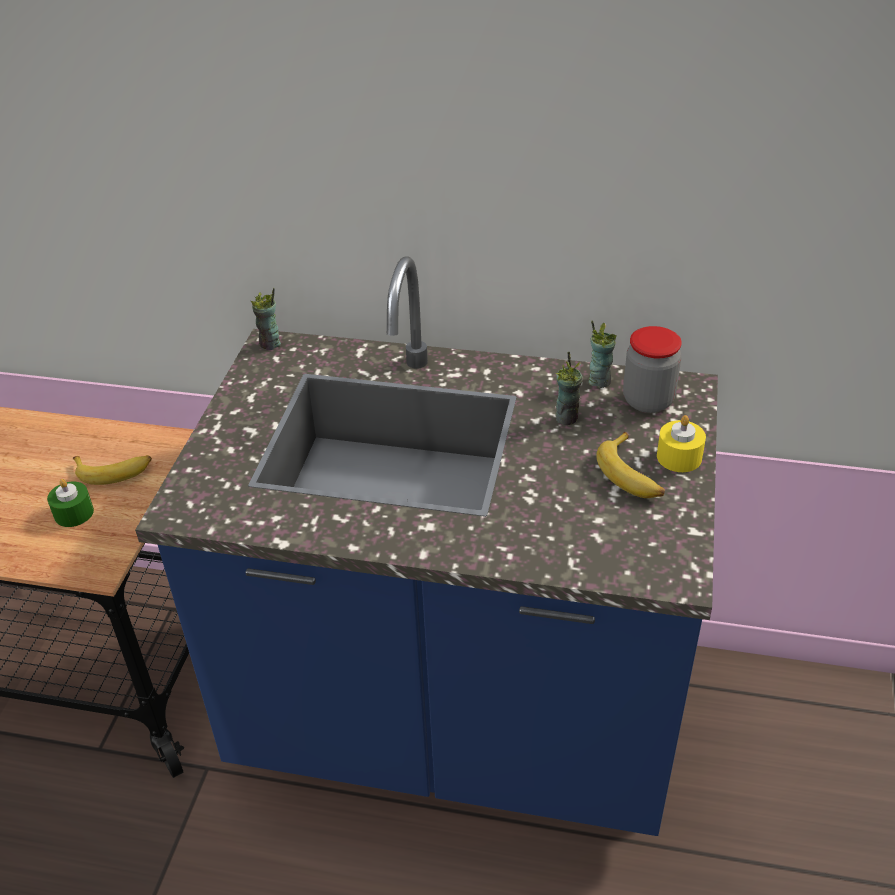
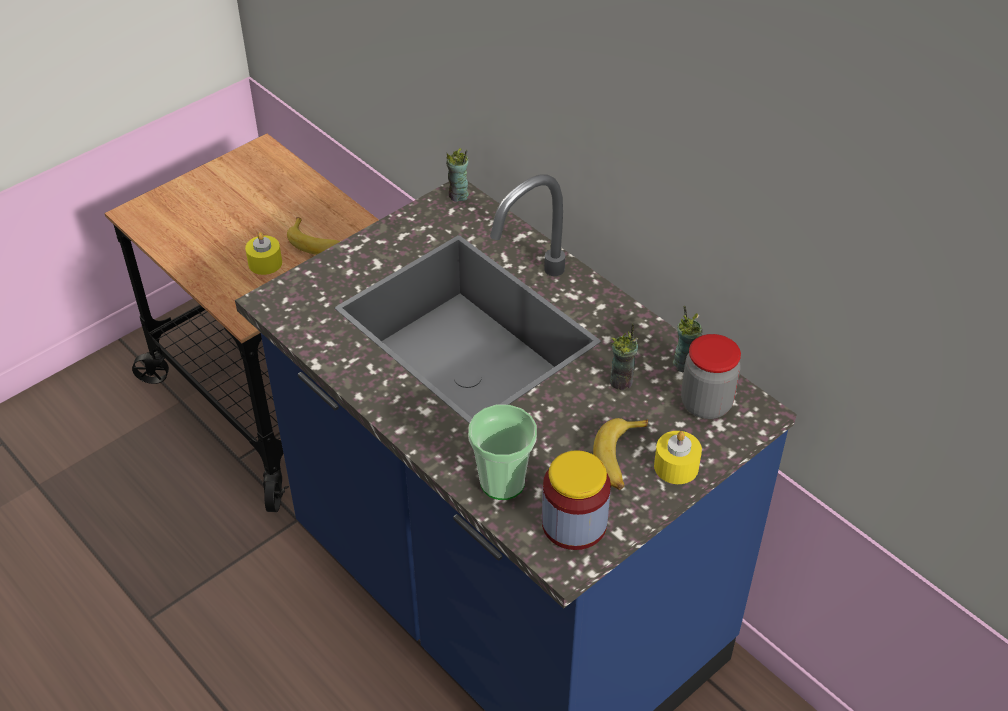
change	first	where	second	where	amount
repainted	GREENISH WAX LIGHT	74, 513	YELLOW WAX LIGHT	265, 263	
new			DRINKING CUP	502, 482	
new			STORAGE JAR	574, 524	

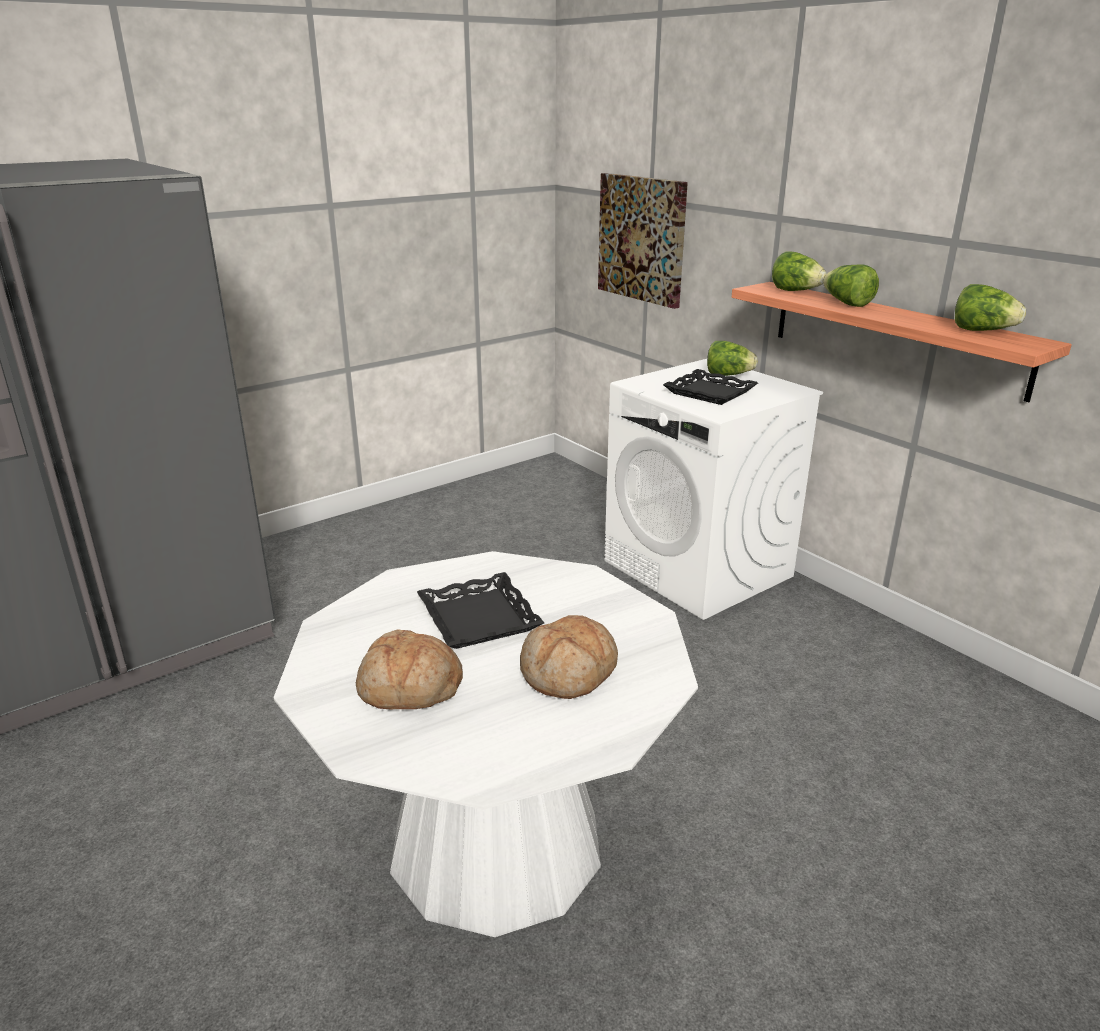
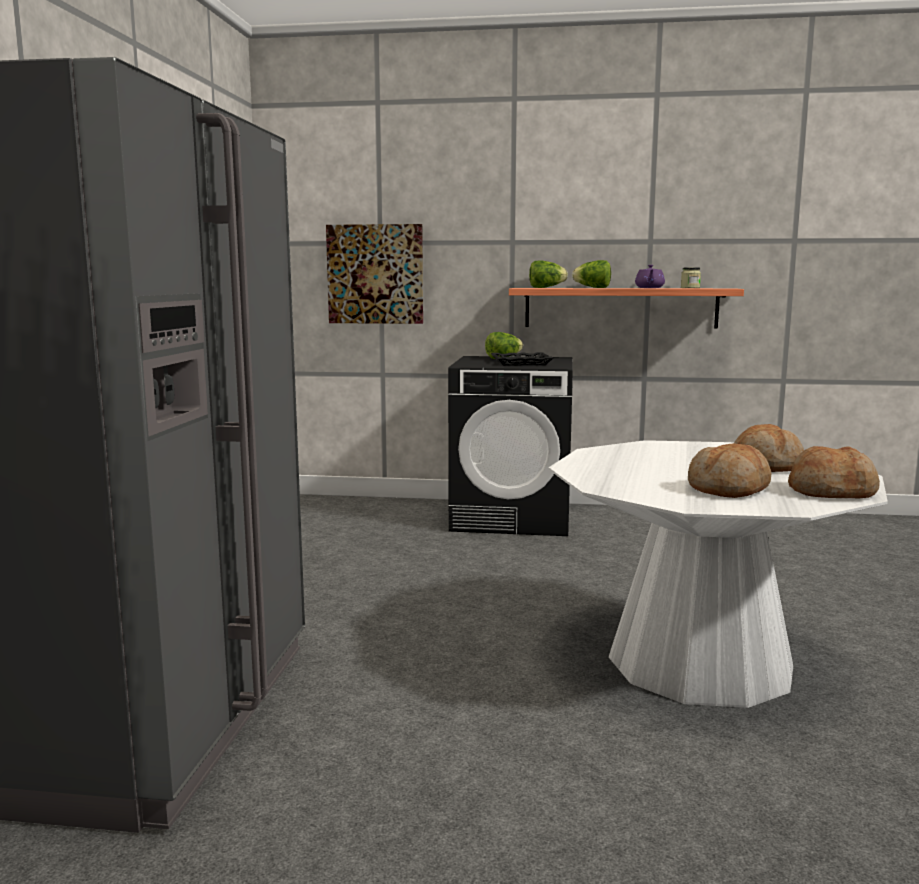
change	first	where	second	where	amount
swapped	LETTUCE HEAD	982, 331	STORAGE JAR	690, 288	
repainted	WHITISH LAUNDRY MACHINE	698, 569	BLACKISH LAUNDRY MACHINE	512, 518	
gone	BLACKISH TRAY	480, 618			
new			PURPLE-COLOURED TEAPOT	649, 288	
new			BAKERY BREAD	832, 492	

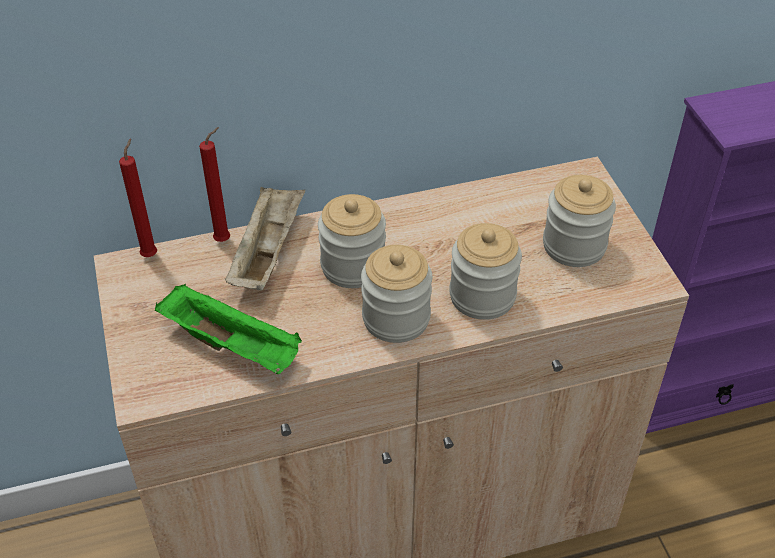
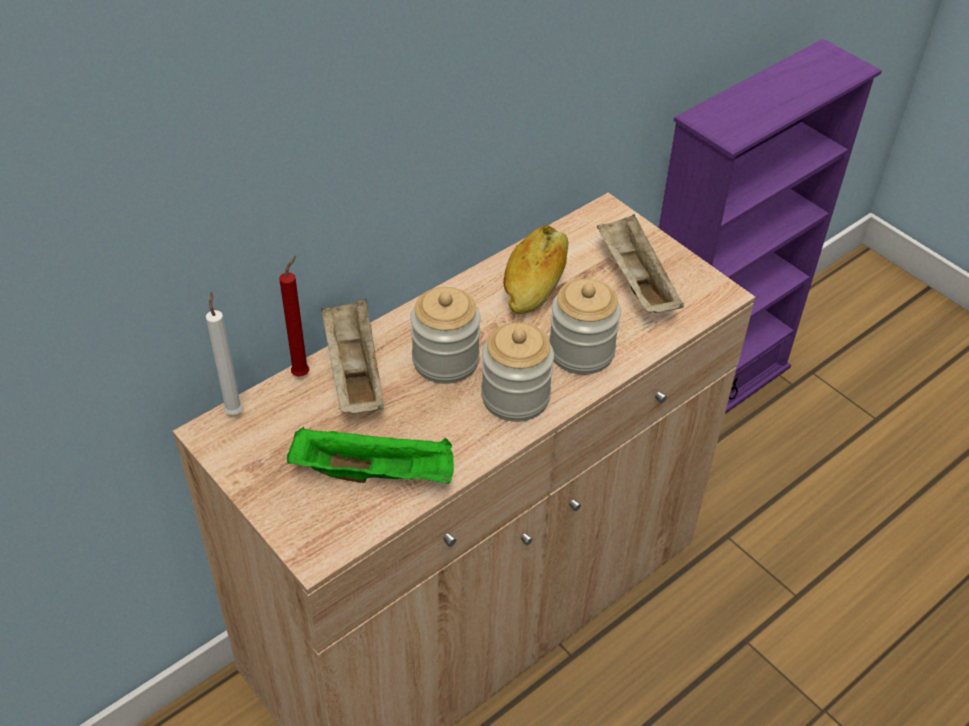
change	first	where	second	where	amount
repainted	RED WAX LIGHT	151, 254	WHITISH WAX LIGHT	234, 410	
swapped	STORAGE JAR	574, 245	SAND-COLOURED TRAY	635, 281	
new			BAKERY BREAD	535, 282	

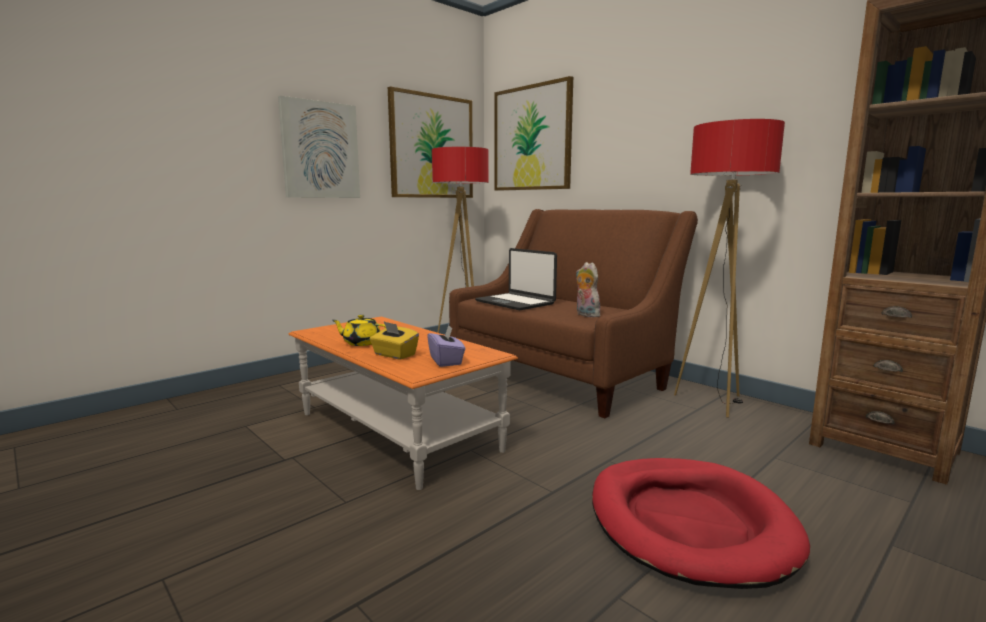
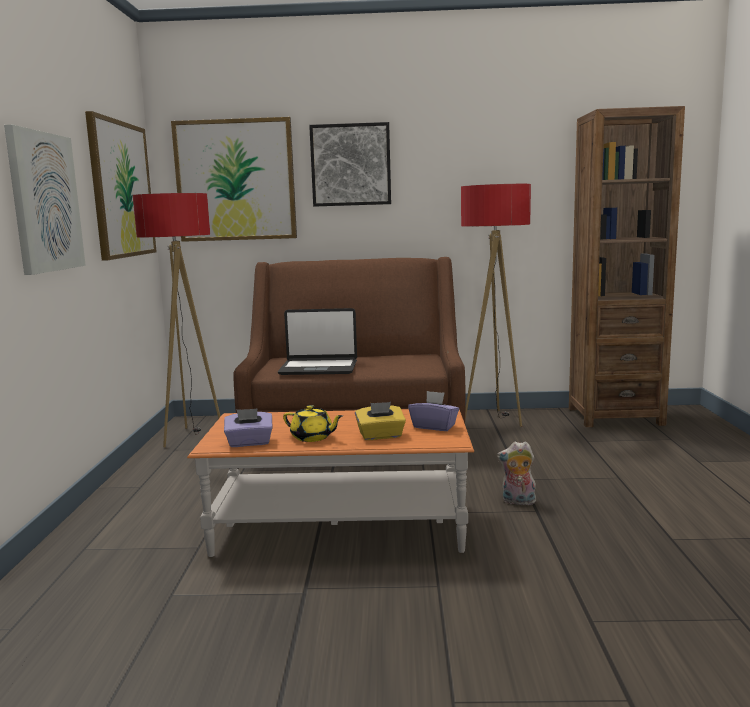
change	first	where	second	where	amount
shifted	PLUSH TOY	585, 315		517, 502	
rotated	YELLOW TEAPOT	361, 343		312, 437	120 degrees counterclockwise
gone	RED DOG BED	689, 523			
new			WALL ART	351, 165	
new			PURPLE-COLOURED TISSUE HOLDER	249, 443	

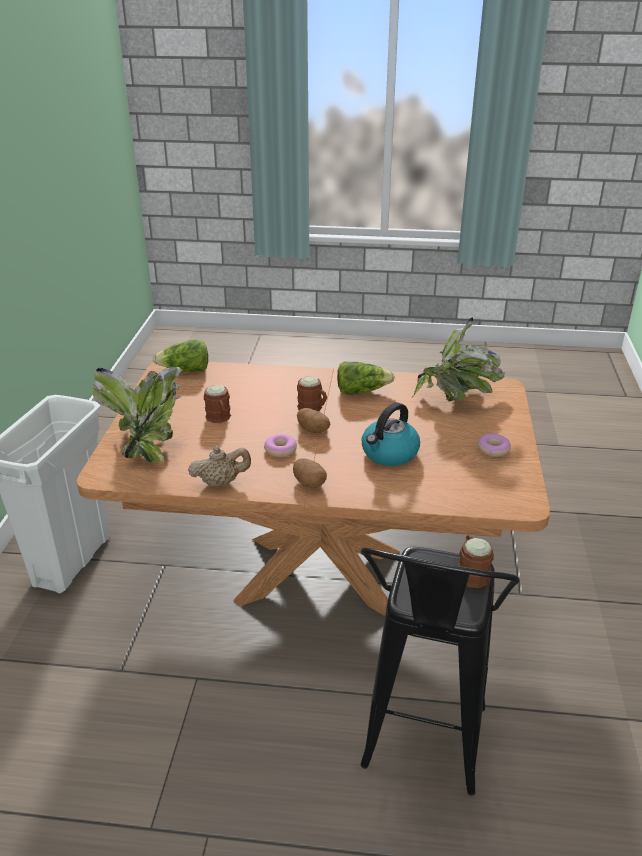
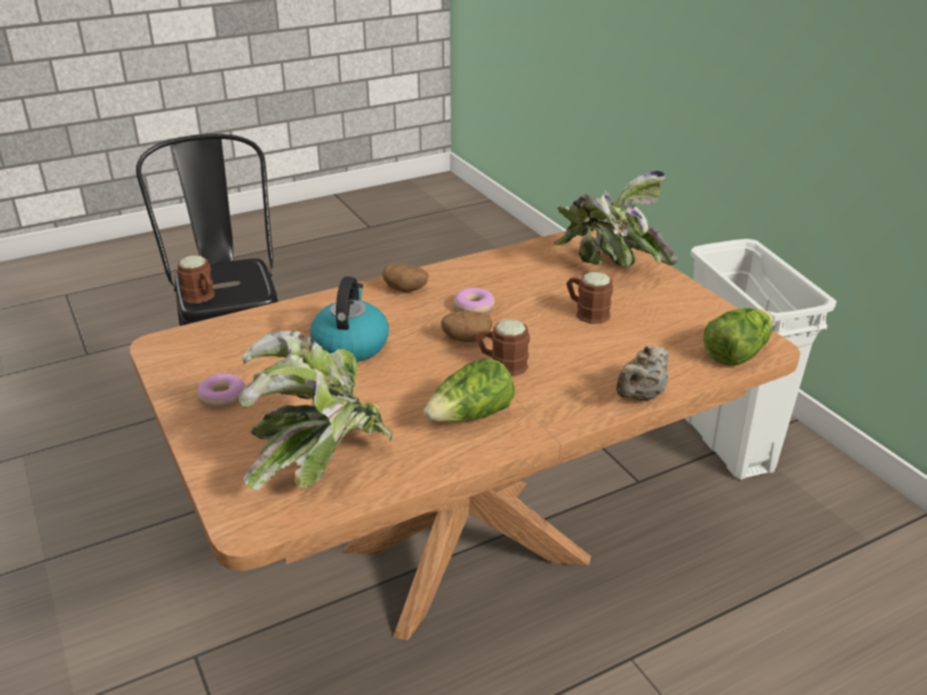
change	first	where	second	where	amount
shifted	SAND-COLOURED TEAPOT	221, 483		640, 396	

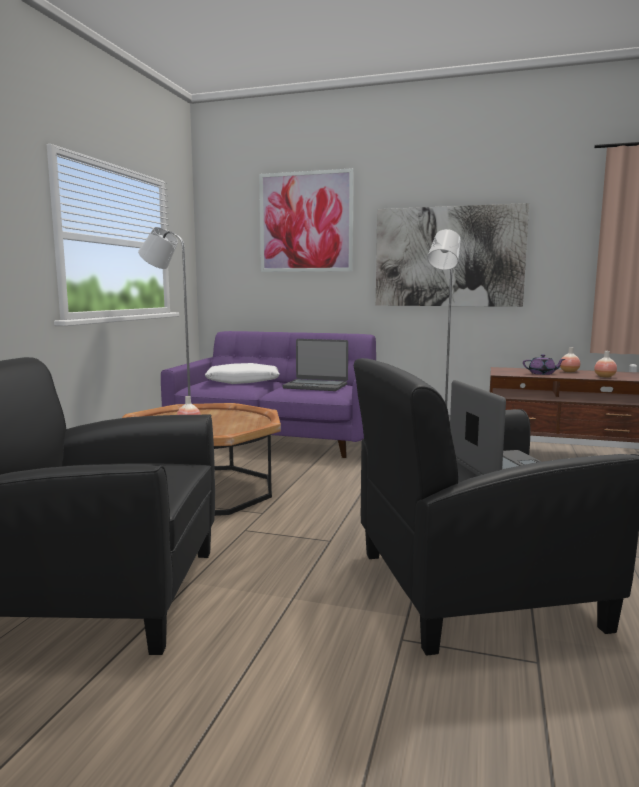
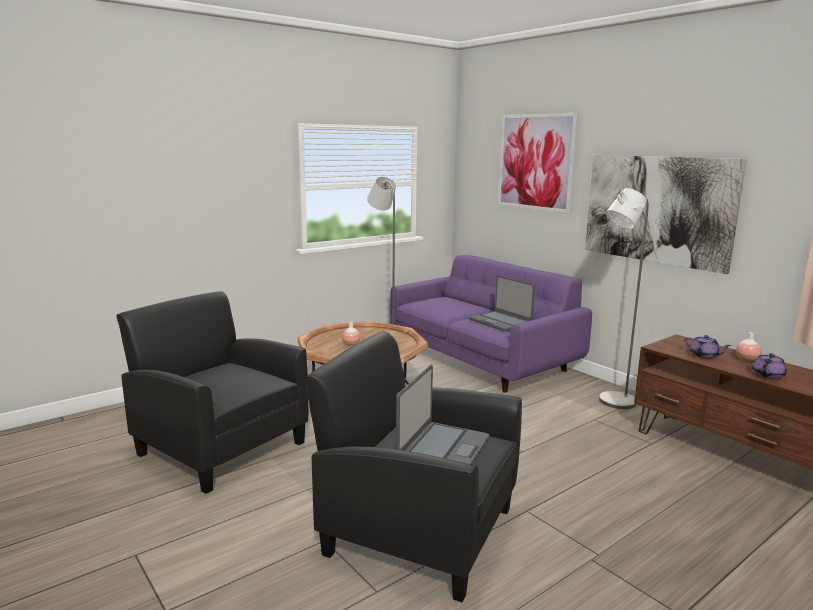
change	first	where	second	where	amount
swapped	FLOWER VASE	604, 377	PURPLE-COLOURED TEAPOT	767, 376	
gone	WHITISH PILLOW	243, 382			

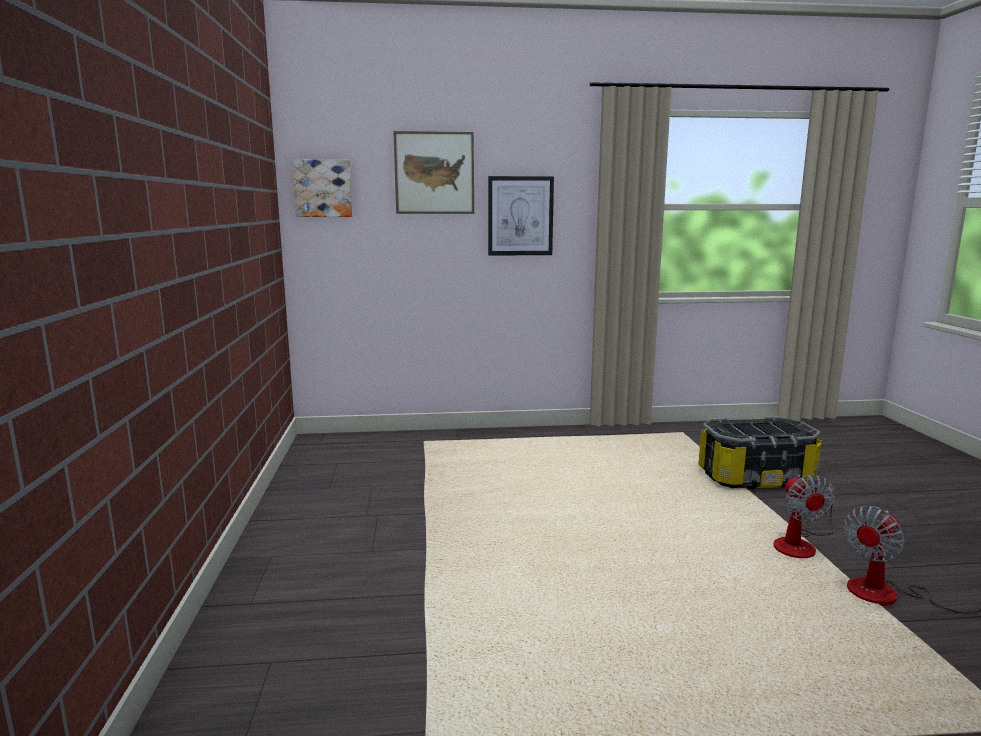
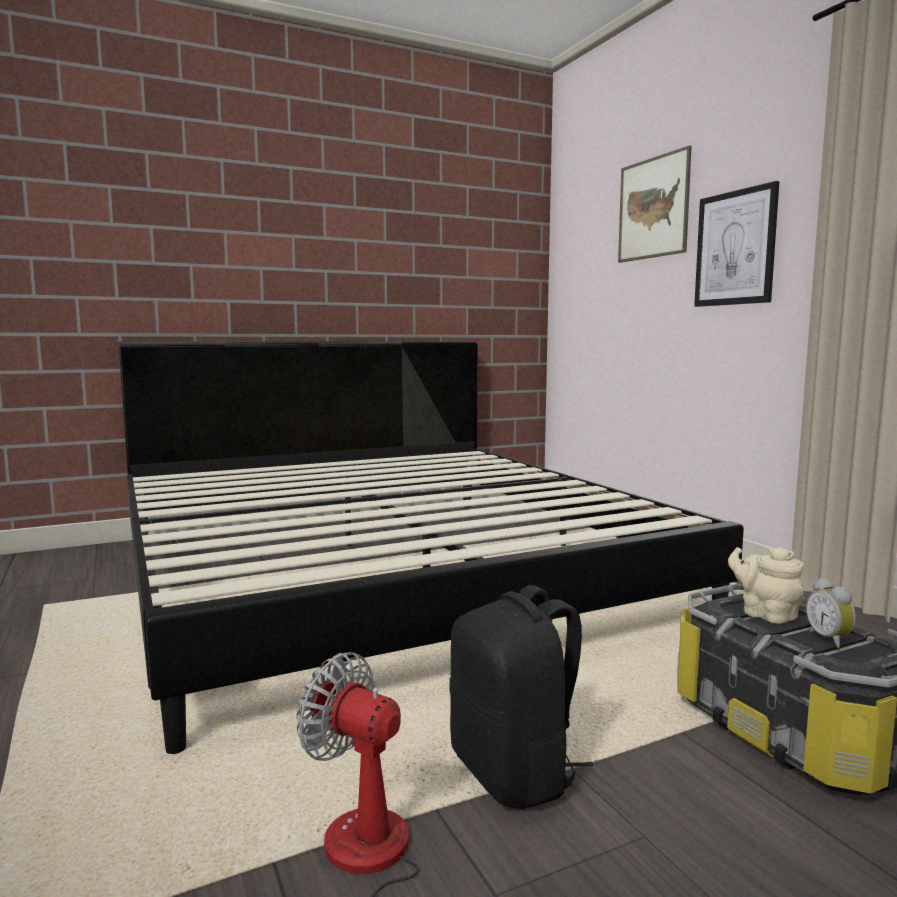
change	first	where	second	where	amount
gone	WALL ART	323, 188			
swapped	COOLING FAN	800, 544	BLACKISH RUCKSACK	515, 773	
new			SLEEPING BED	383, 576	
new			SAND-COLOURED TEAPOT	765, 614	
new			BEDSIDE CLOCK	830, 639	

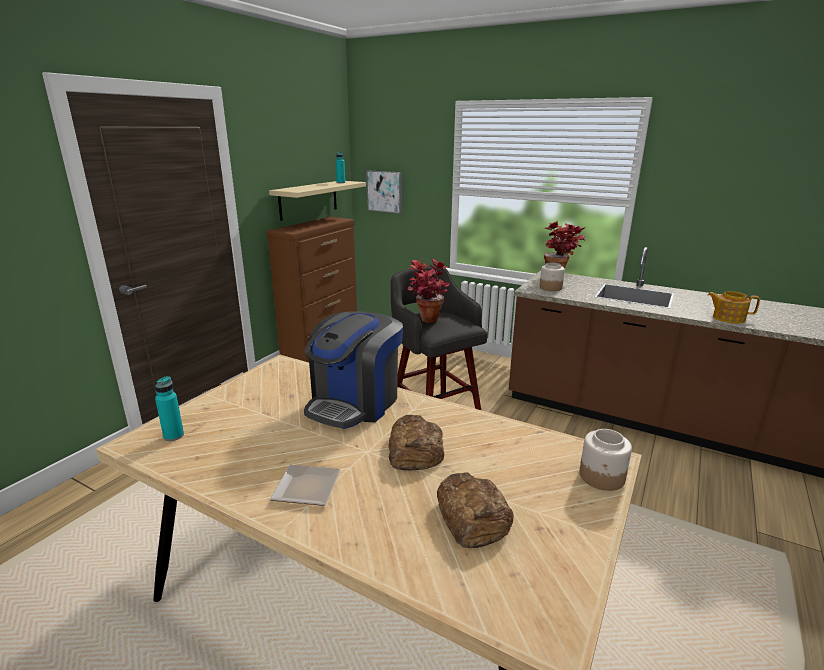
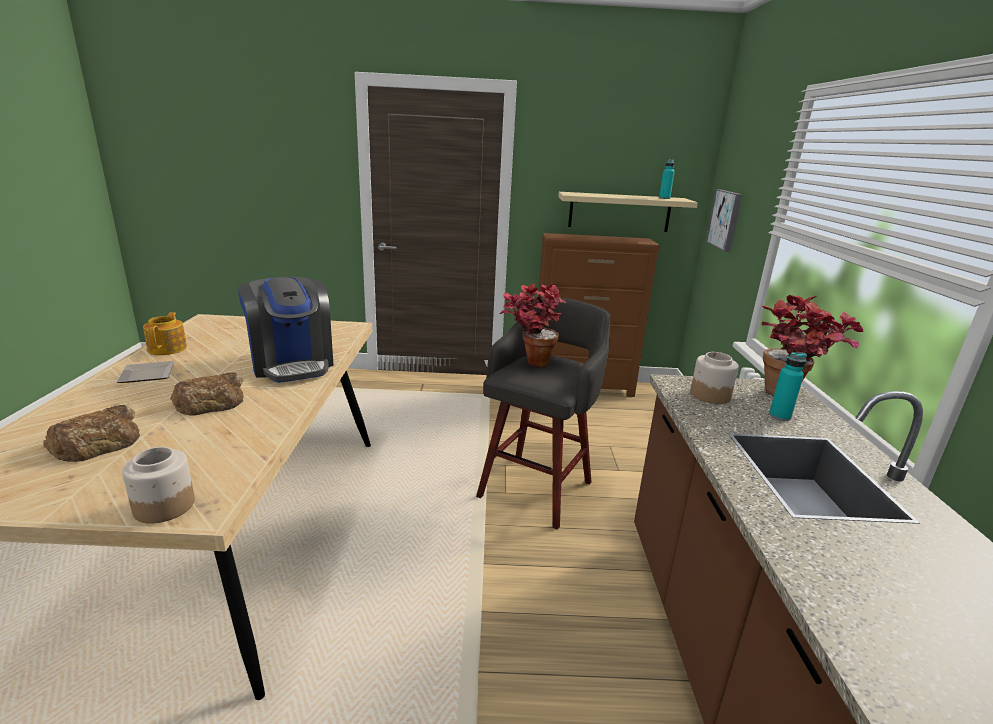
change	first	where	second	where	amount
shifted	TEAPOT	727, 318		168, 348	
rotated	COFFEE MACHINE	355, 402		292, 364	120 degrees counterclockwise
shifted	TURQUOISE-COLOURED BEVERAGE BOTTLE	173, 436		779, 416	

